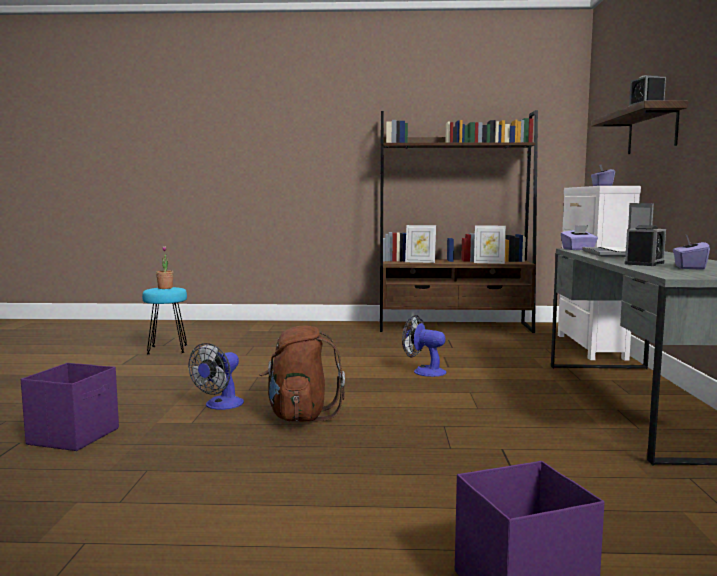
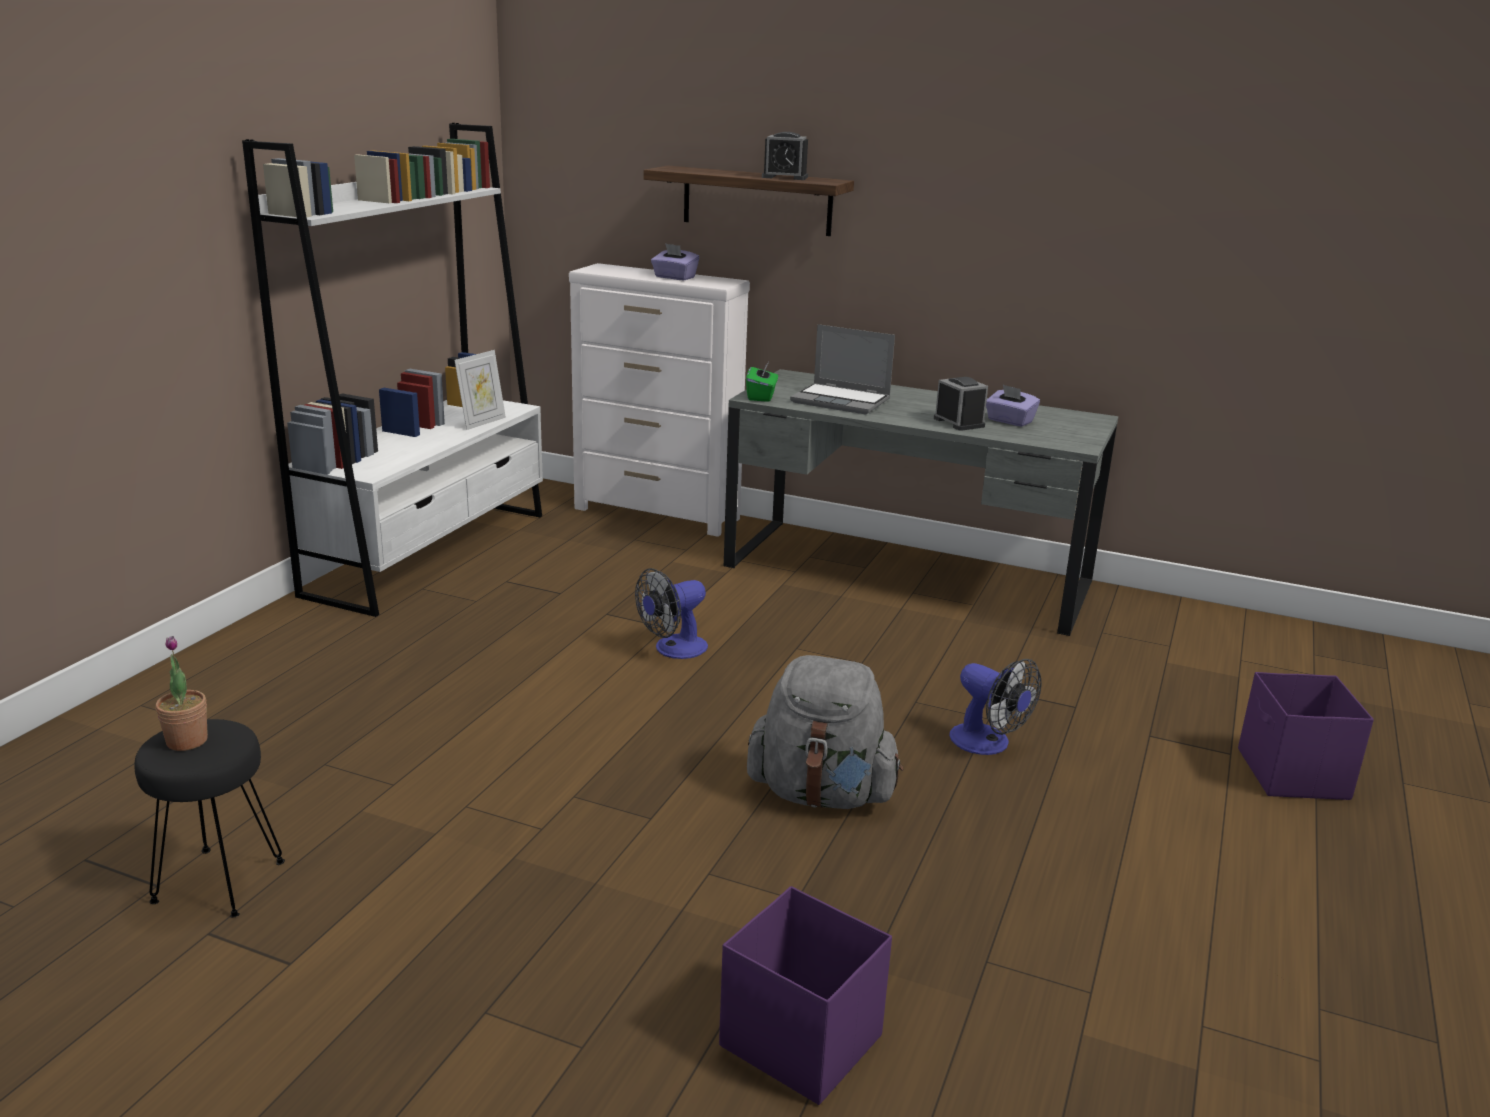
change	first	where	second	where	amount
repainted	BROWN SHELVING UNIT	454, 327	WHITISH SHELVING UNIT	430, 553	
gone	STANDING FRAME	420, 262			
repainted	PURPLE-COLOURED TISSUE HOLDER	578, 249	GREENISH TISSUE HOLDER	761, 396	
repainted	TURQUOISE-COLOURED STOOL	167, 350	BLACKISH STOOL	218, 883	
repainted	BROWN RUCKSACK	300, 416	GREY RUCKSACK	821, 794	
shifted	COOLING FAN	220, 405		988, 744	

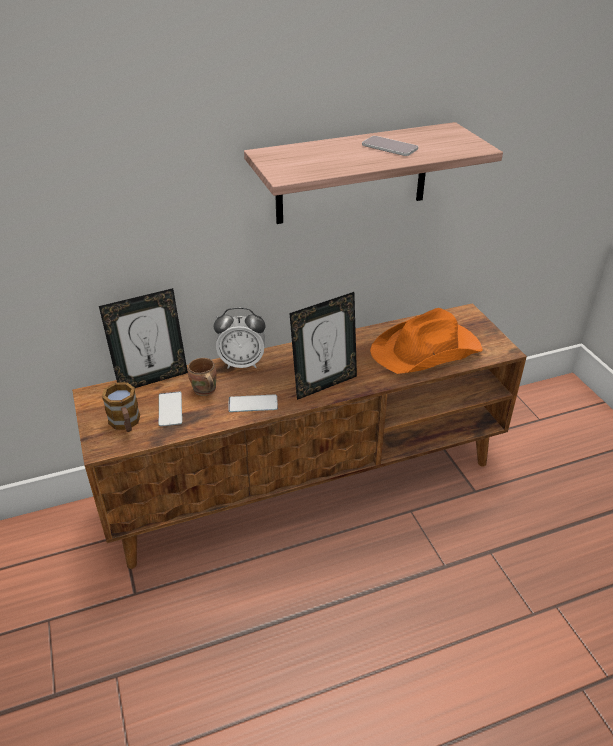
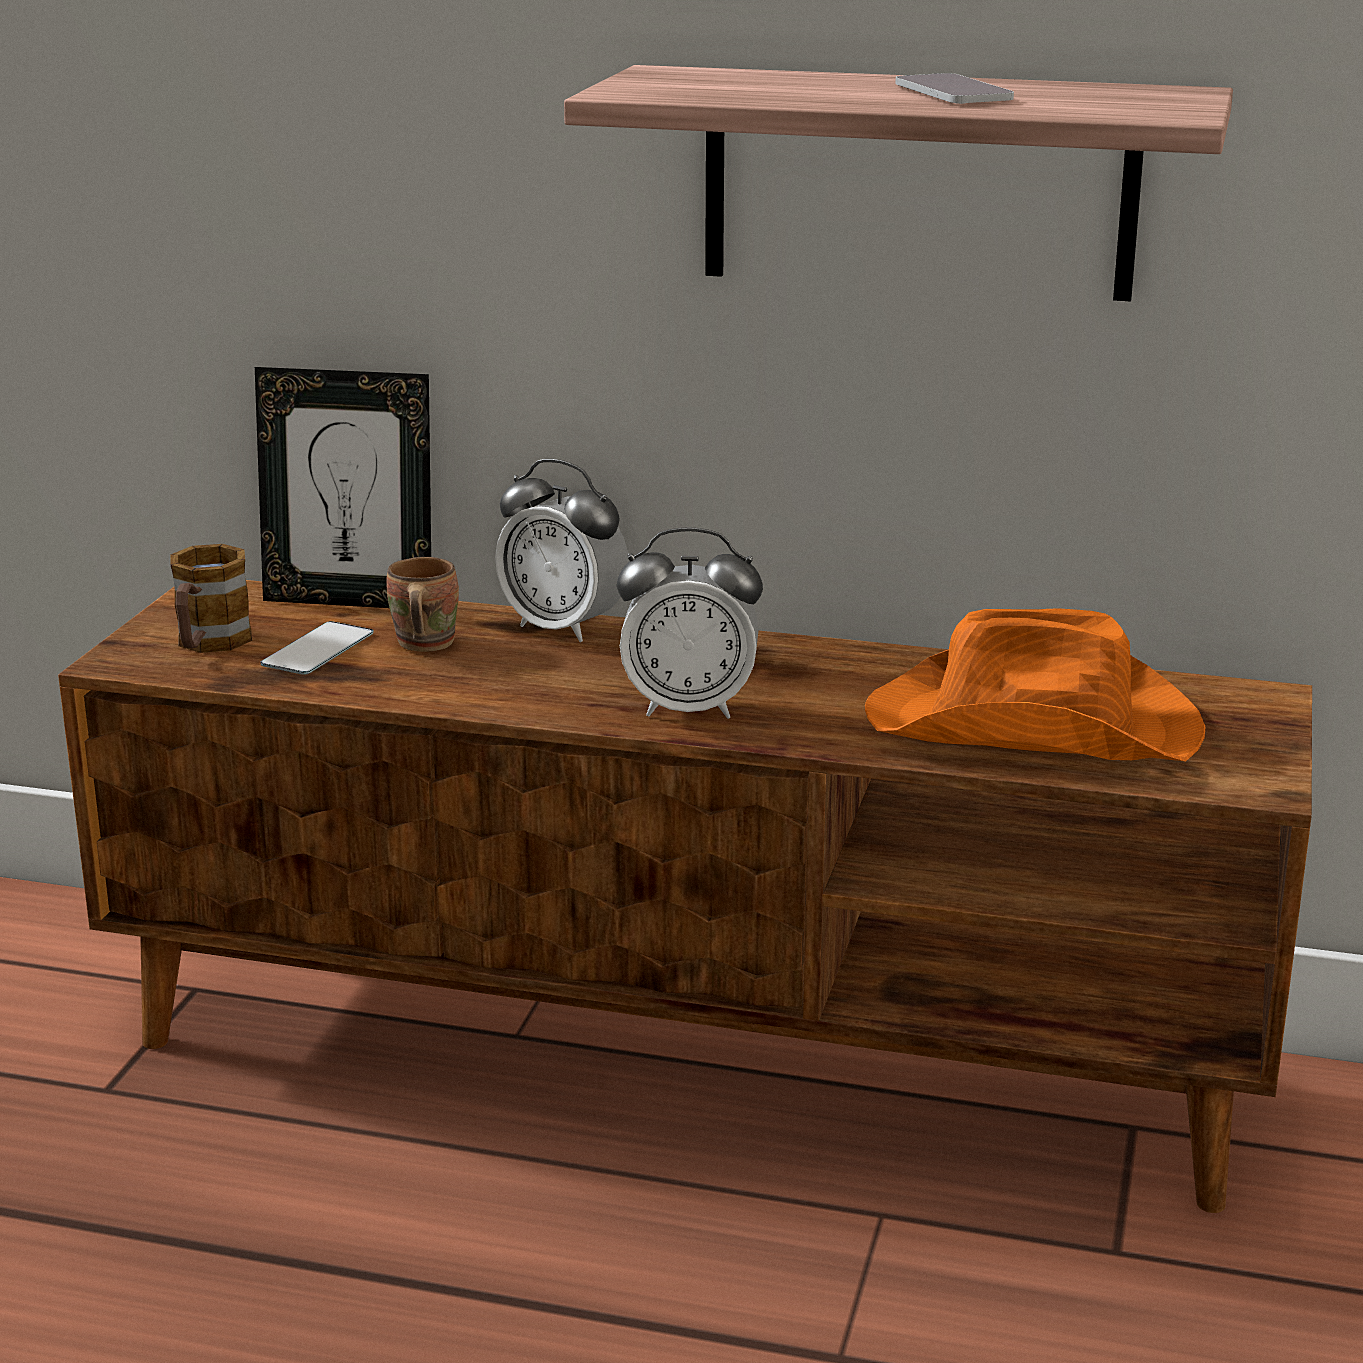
change	first	where	second	where	amount
swapped	STANDING FRAME	324, 384	BEDSIDE CLOCK	689, 708	
gone	PHONE	253, 404			

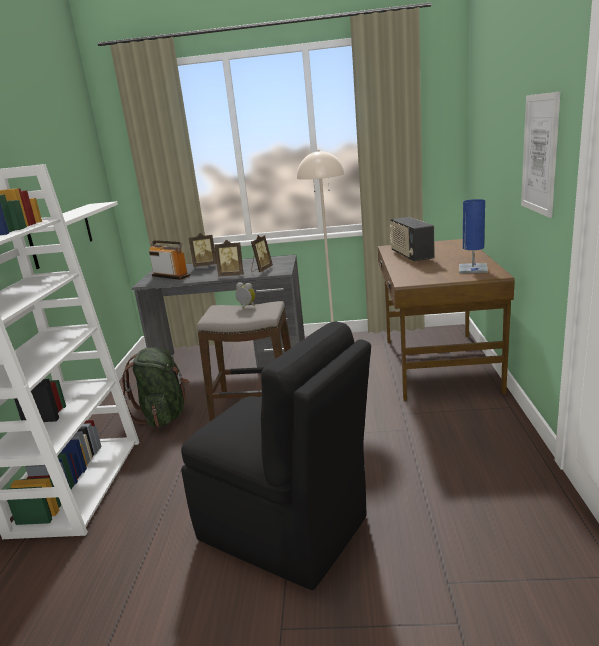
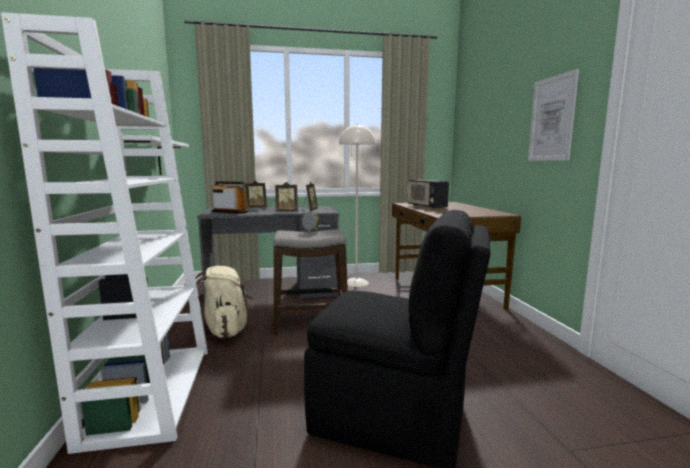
change	first	where	second	where	amount
gone	BLUISH LAMP FOR A TABLE	473, 269			
repainted	GREENISH RUCKSACK	164, 415	SAND-COLOURED RUCKSACK	225, 330	

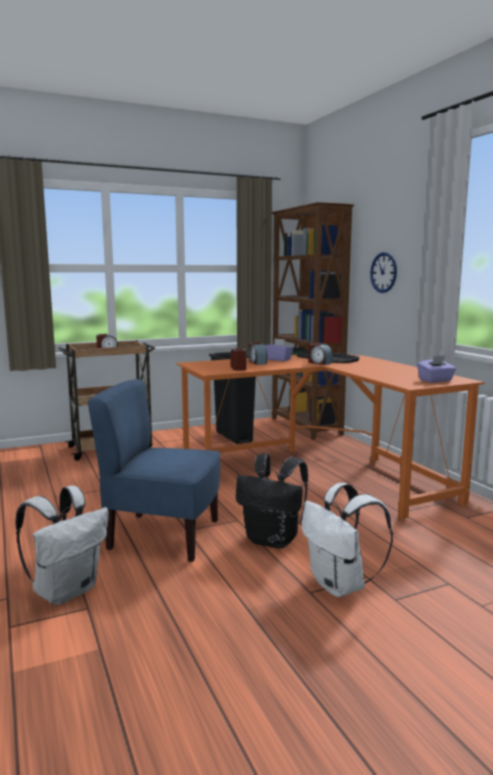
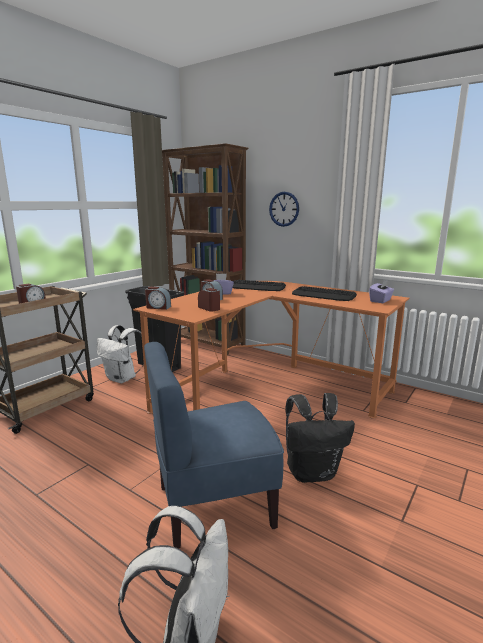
change	first	where	second	where	amount
shifted	BEDSIDE CLOCK	319, 363		158, 307	
shifted	WHITISH RUCKSACK	340, 586		123, 379	
new			KEYBOARD	323, 295	

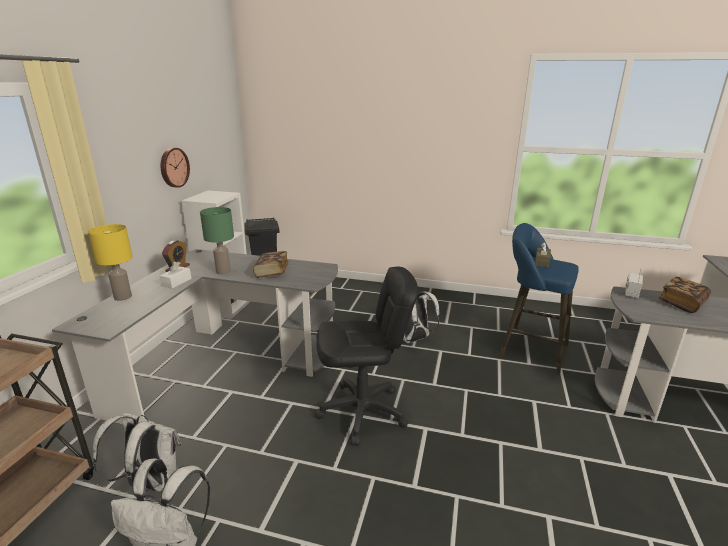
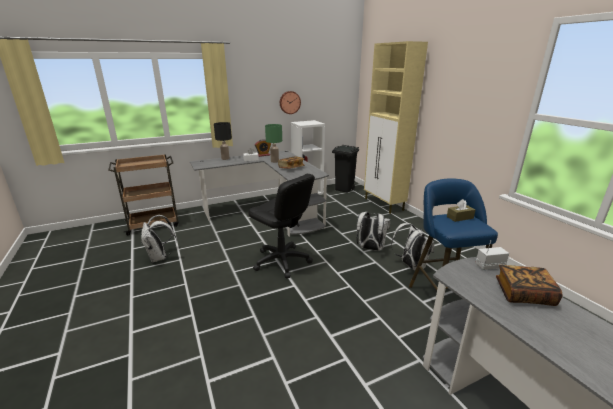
change	first	where	second	where	amount
repainted	YELLOW LAMP FOR A TABLE	123, 297	BLACKISH LAMP FOR A TABLE	225, 158	
shifted	WHITISH RUCKSACK	149, 482		410, 265	
new			SAND-COLOURED CUPBOARD	384, 204	

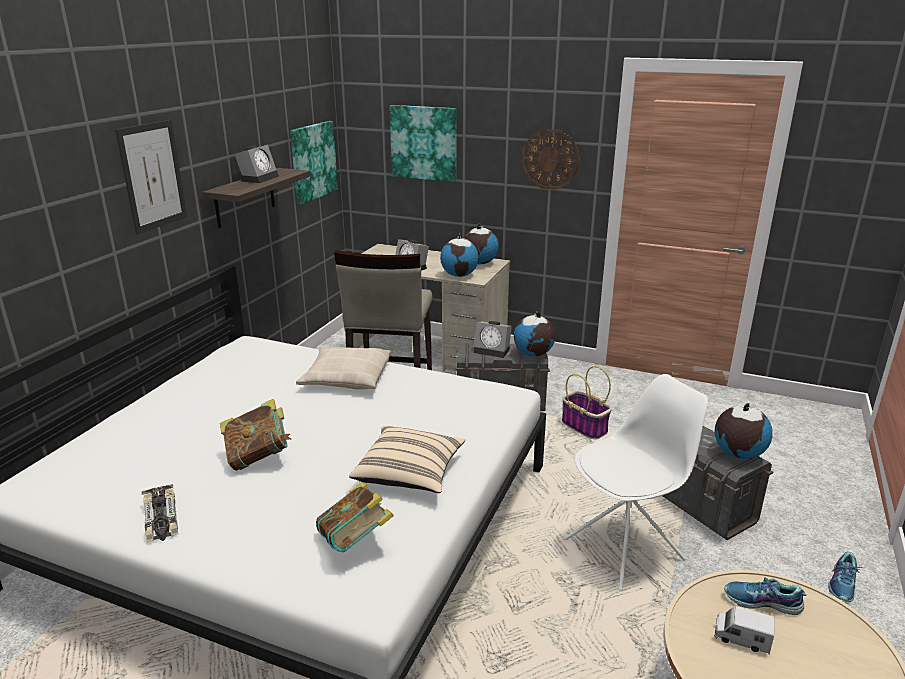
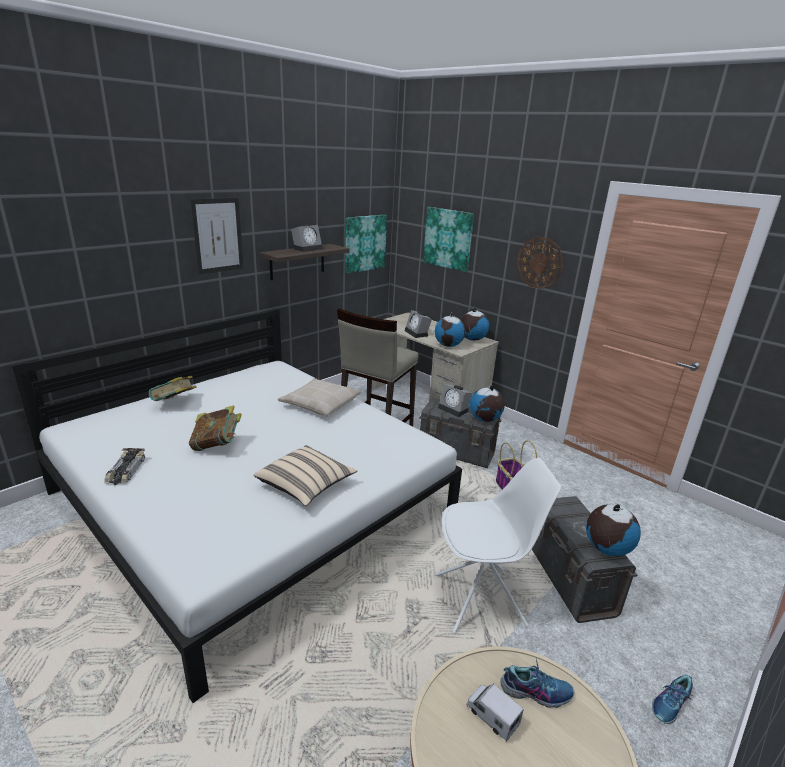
change	first	where	second	where	amount
shifted	BOOK	355, 542		175, 404	
rotated	SHOE	762, 602		535, 691	150 degrees clockwise

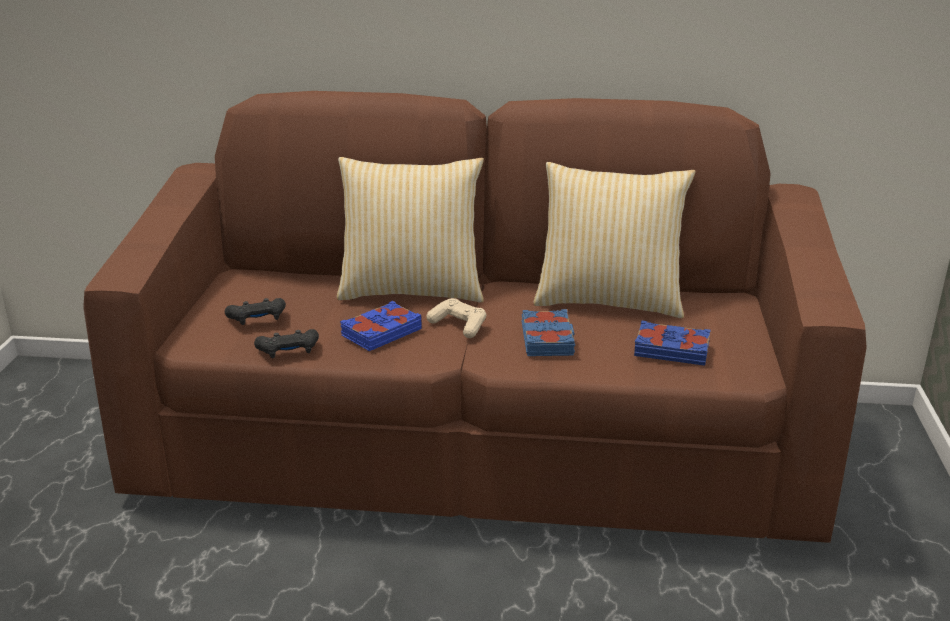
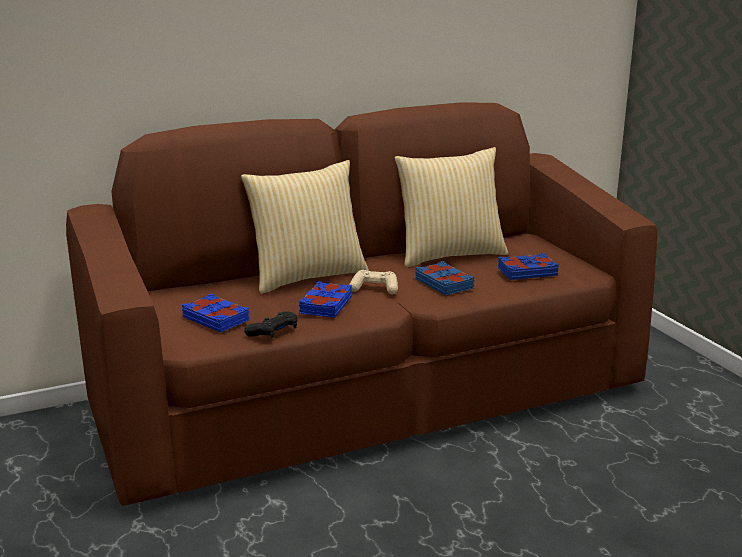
change	first	where	second	where	amount
swapped	BLACKISH GAMEPAD	257, 319	BLUISH BOOK	216, 318	

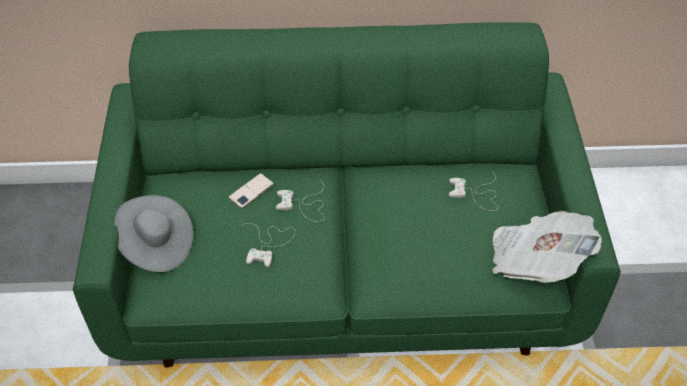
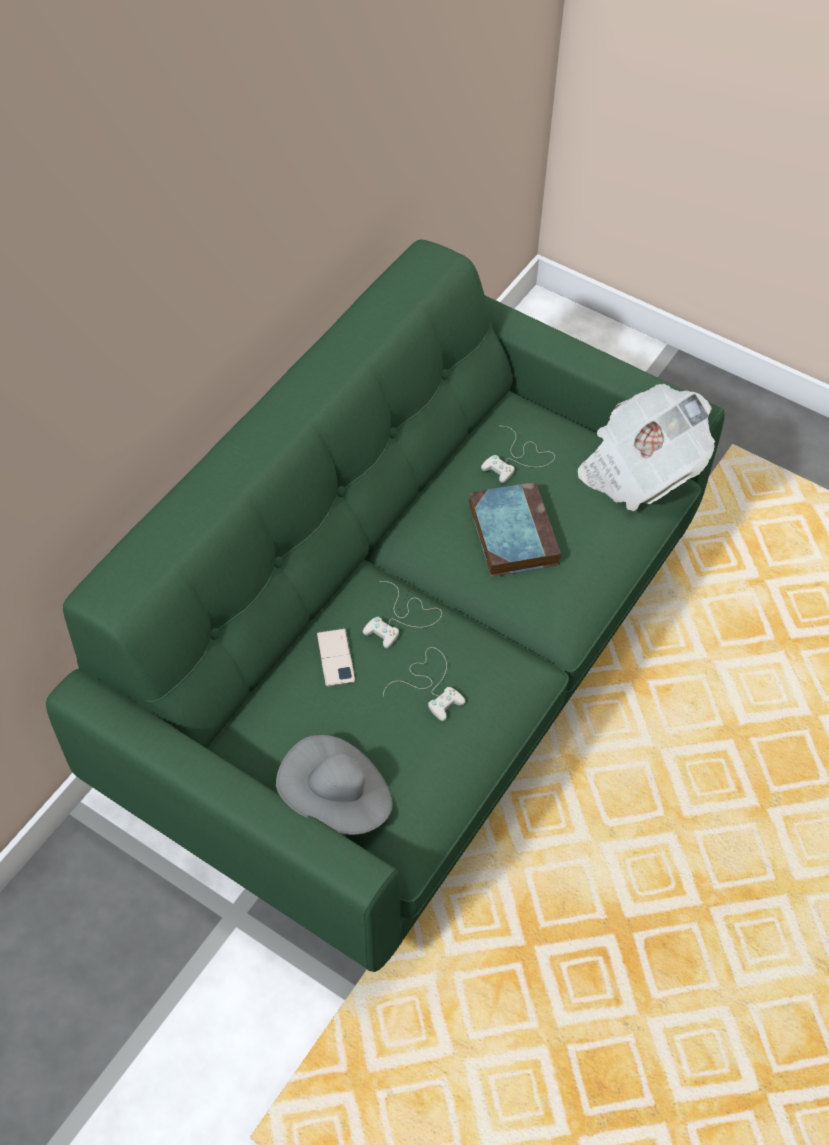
change	first	where	second	where	amount
new			BOOK	511, 532	

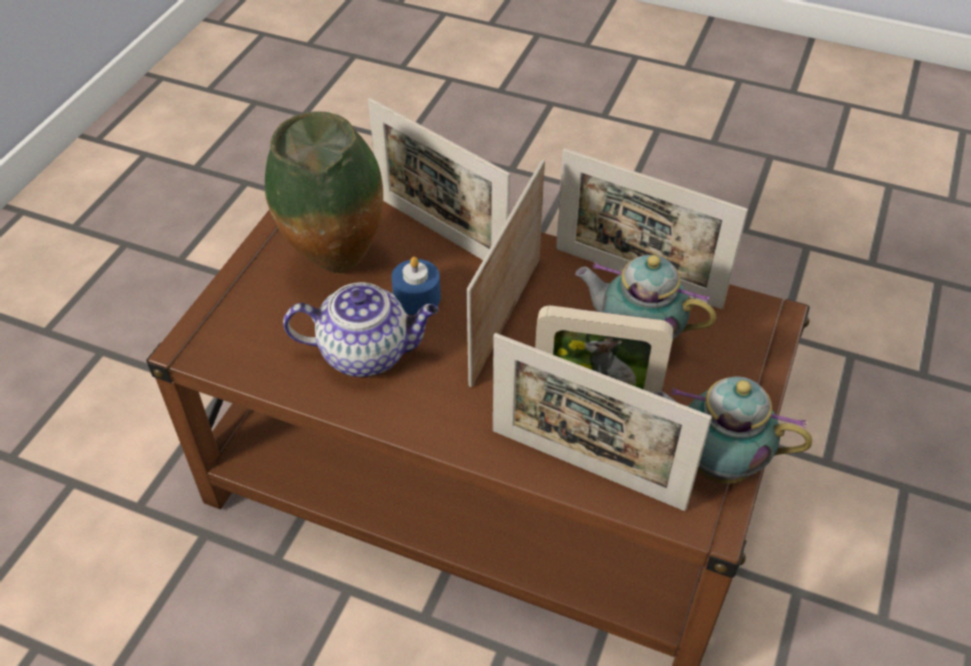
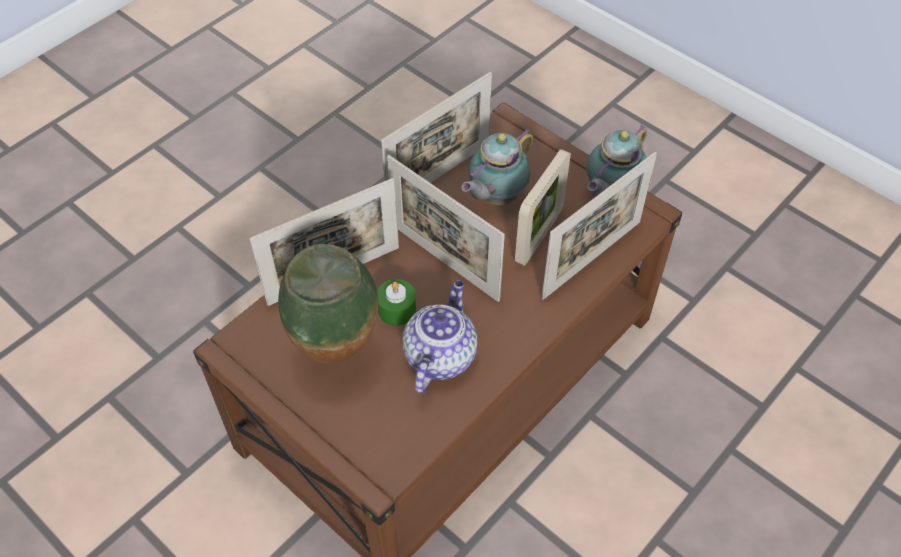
change	first	where	second	where	amount
repainted	BLUISH WAX LIGHT	417, 297	GREENISH WAX LIGHT	397, 309	

